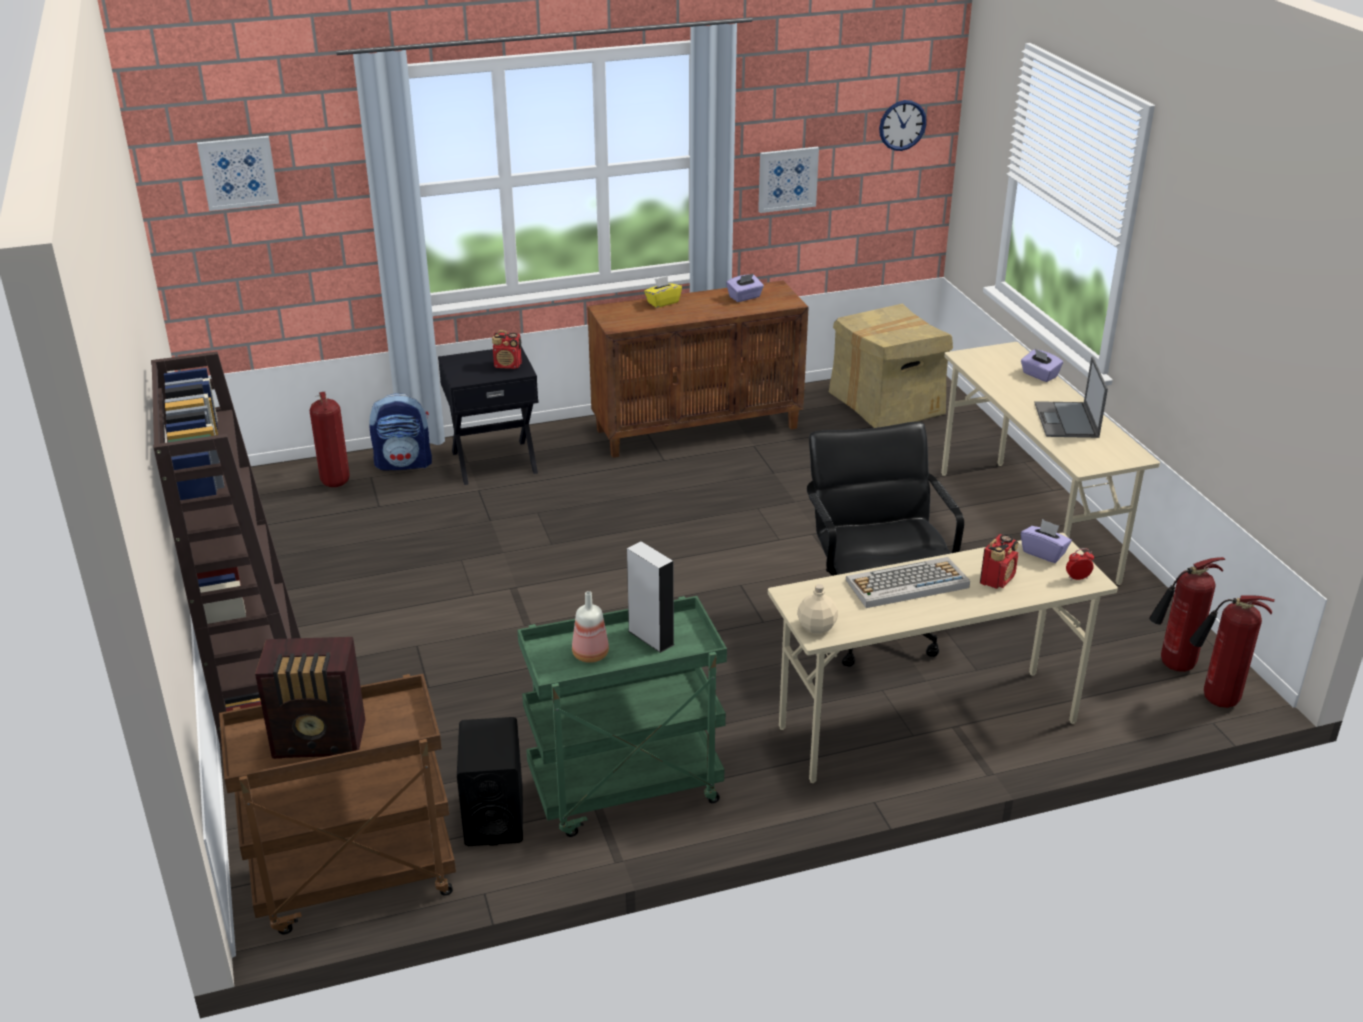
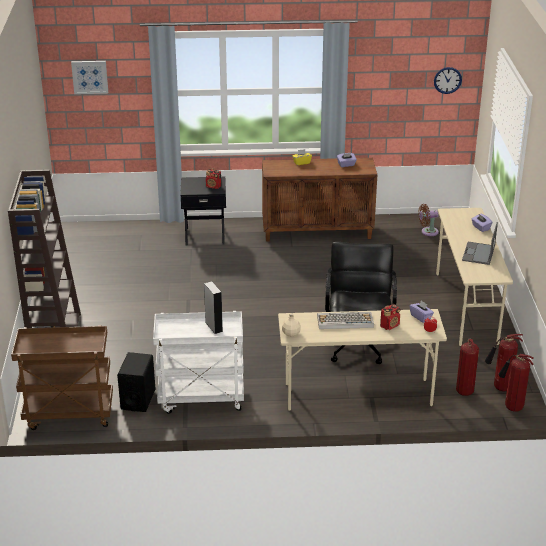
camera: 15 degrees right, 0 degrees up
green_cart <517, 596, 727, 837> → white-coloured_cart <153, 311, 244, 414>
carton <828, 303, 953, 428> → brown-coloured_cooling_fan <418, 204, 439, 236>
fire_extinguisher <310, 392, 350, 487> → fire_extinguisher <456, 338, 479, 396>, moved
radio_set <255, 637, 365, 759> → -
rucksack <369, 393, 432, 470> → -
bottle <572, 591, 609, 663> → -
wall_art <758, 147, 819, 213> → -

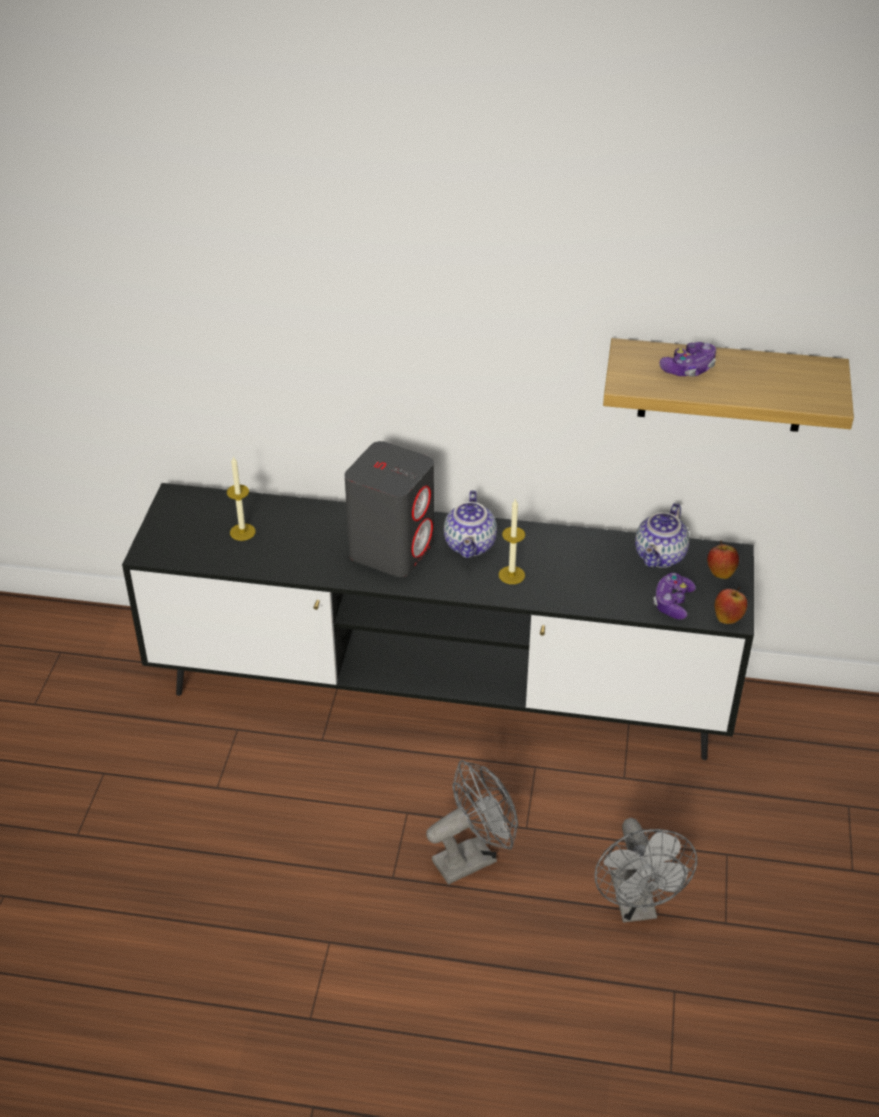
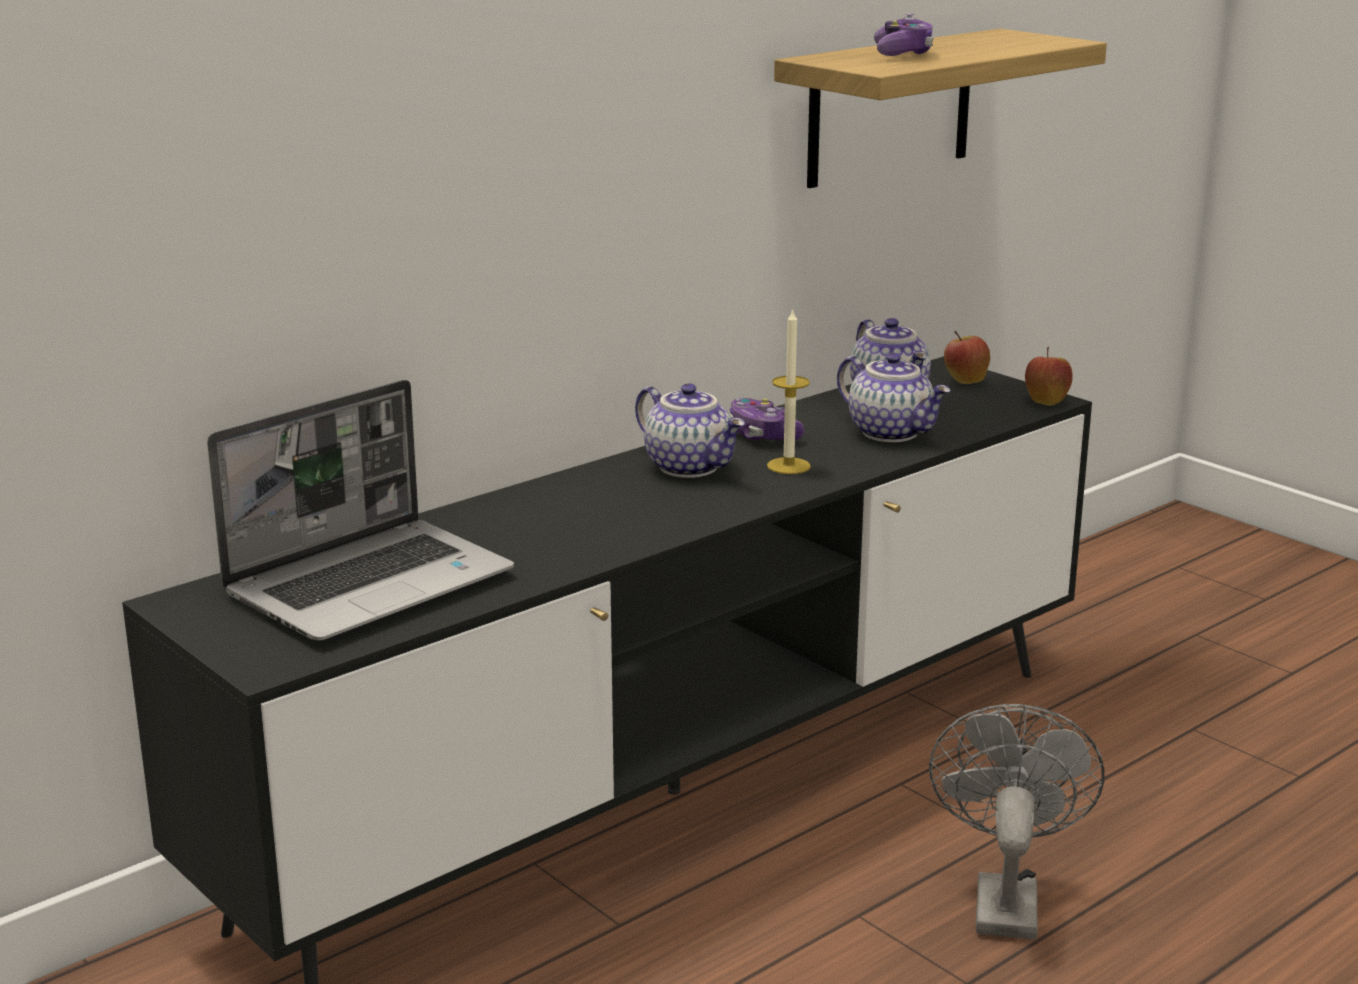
camera: 50 degrees left, 20 degrees down
wax_candle <227, 456, 256, 541> → portable_computer <207, 380, 514, 640>
joypad <653, 573, 696, 620> → joypad <729, 398, 804, 440>, moved
- → pot_for_tea <837, 353, 950, 442>
gray_loudspeaker <345, 441, 434, 577> → -
gray_cooling_fan <595, 818, 697, 923> → -

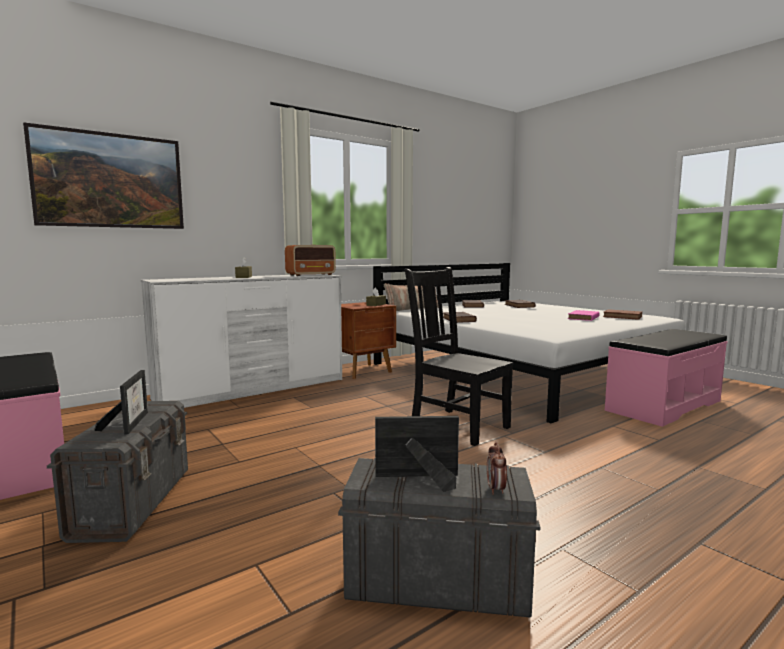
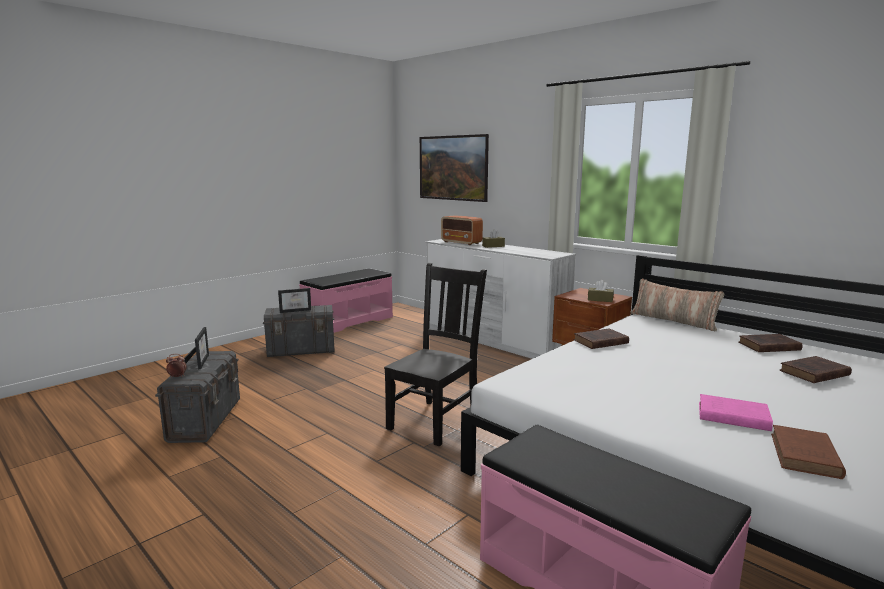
camera: 80 degrees right, 5 degrees up
radio_set <285, 245, 336, 276> → radio_set <441, 216, 483, 245>, moved

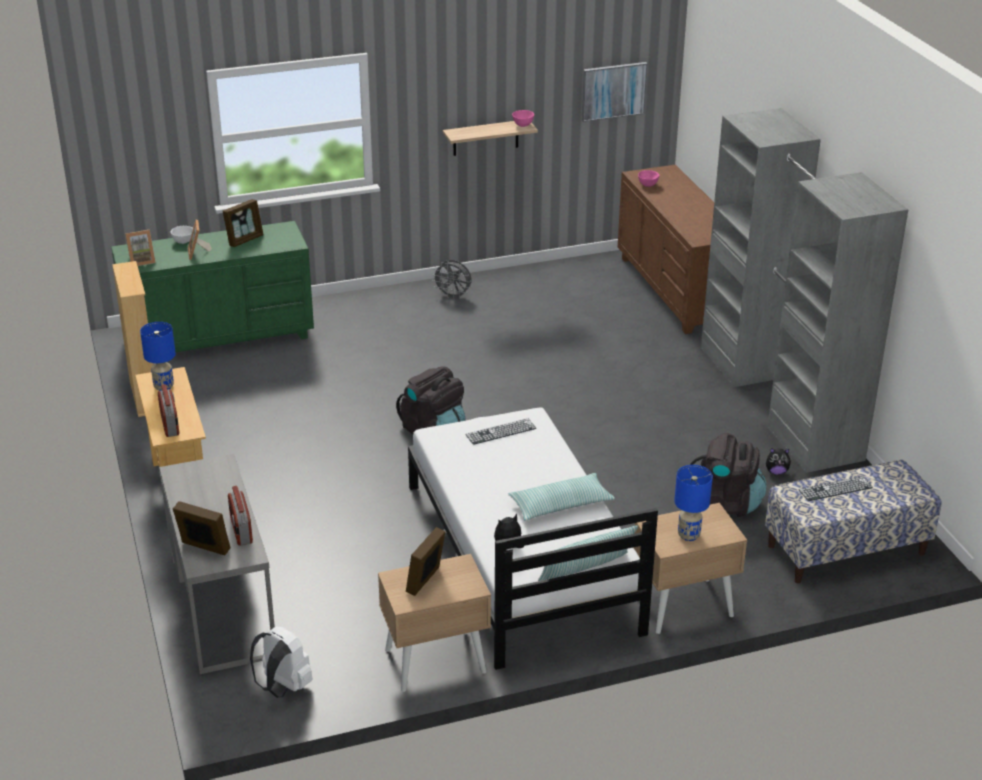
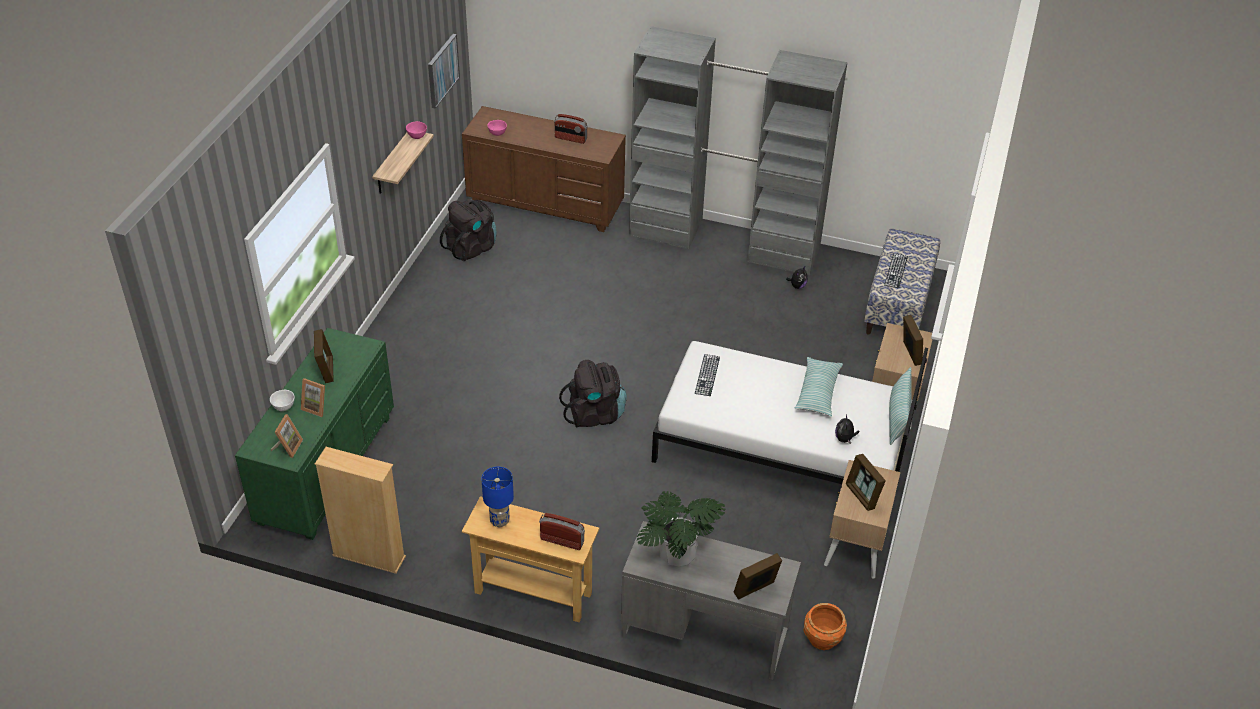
camera: 55 degrees left, 10 degrees up
blackish_rucksack <690, 433, 766, 517> → blackish_rucksack <440, 199, 497, 261>, moved
radio_set <228, 486, 253, 546> → radio_set <554, 114, 588, 144>, moved
- → potted_plant <637, 491, 726, 567>
white-coloured_rucksack <250, 626, 313, 698> → orangey_planter <803, 603, 847, 650>
blue_table_lamp <674, 465, 713, 541> → photo_frame <903, 315, 923, 366>
gray_cooling_fan <432, 260, 471, 299> → -

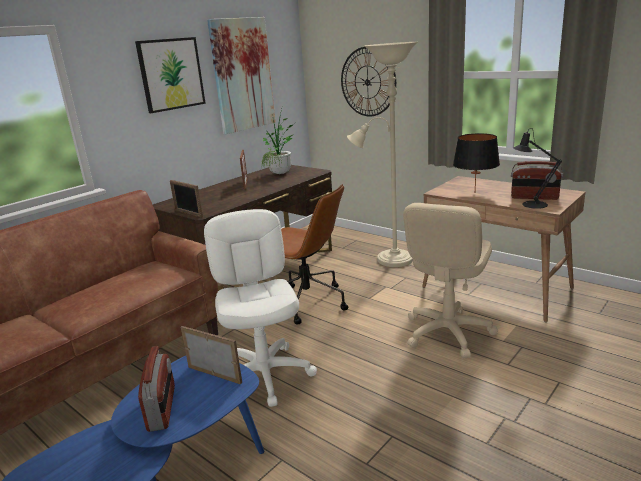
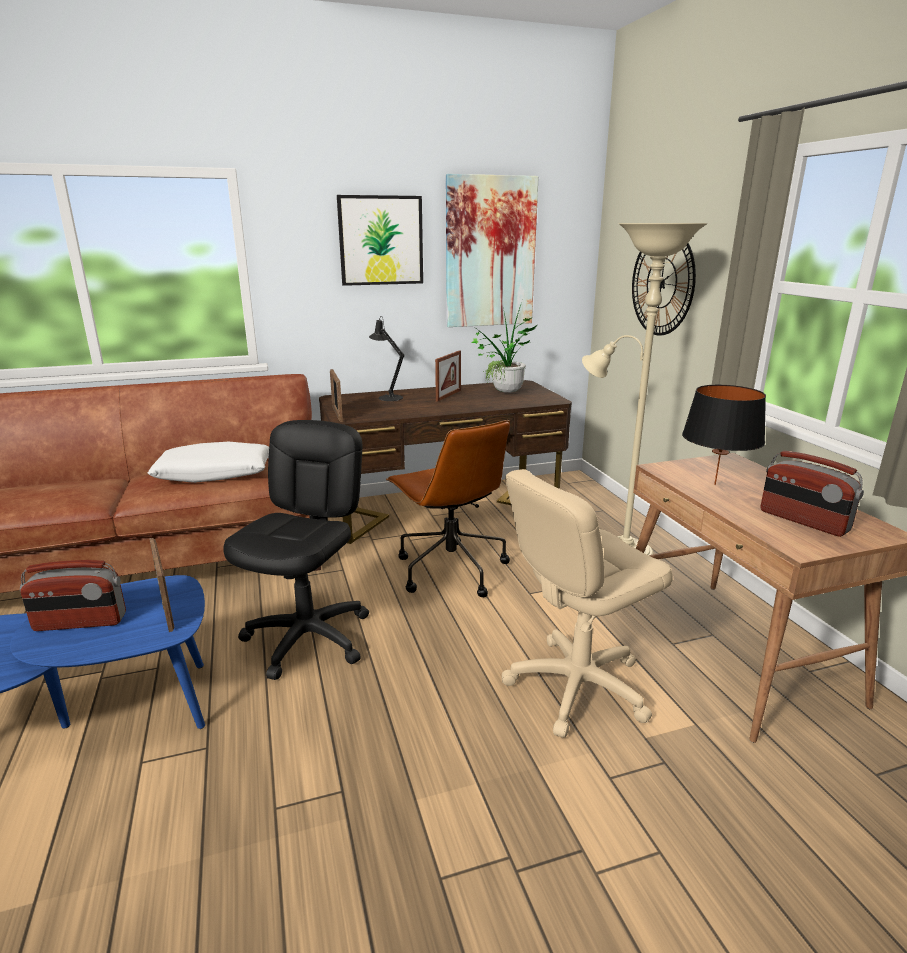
camera: 30 degrees right, 0 degrees up
radio_set <138, 346, 175, 432> → radio_set <20, 560, 126, 631>, 60 degrees clockwise
- → white-coloured_throw_pillow <148, 442, 269, 483>
white-coloured_computer_chair <204, 209, 317, 407> → blackish_computer_chair <223, 420, 369, 680>
blackish_table_lamp <513, 128, 562, 209> → blackish_table_lamp <369, 316, 405, 401>, moved

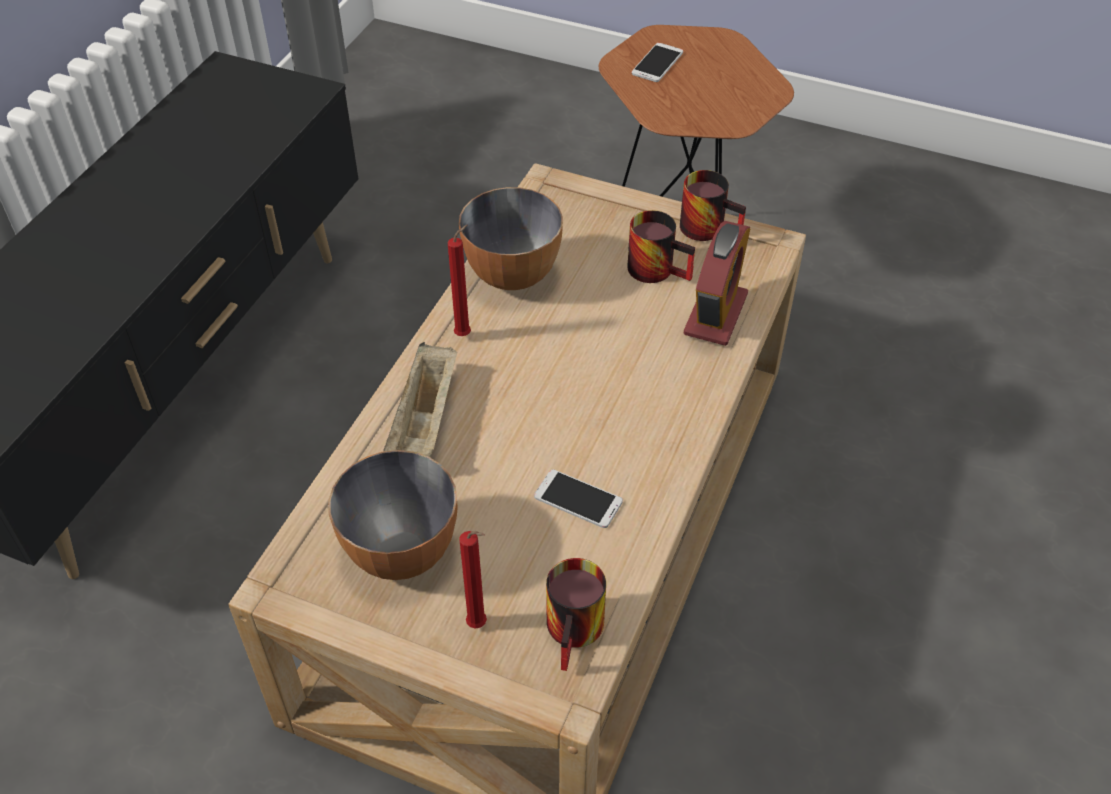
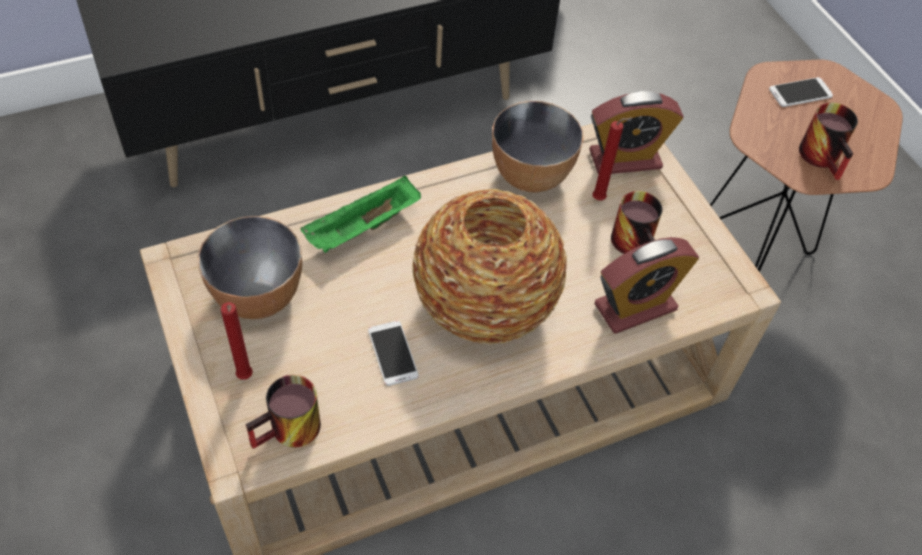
camera: 40 degrees right, 5 degrees up
beige_tray <383, 342, 457, 458> → green_tray <300, 176, 421, 253>
- → vase <412, 189, 567, 344>
- → bedside_clock <589, 91, 684, 174>
red-coloured_wax_candle <448, 225, 471, 336> → red-coloured_wax_candle <592, 117, 633, 200>, moved
tea_mug <680, 170, 746, 241> → tea_mug <799, 102, 858, 180>, moved

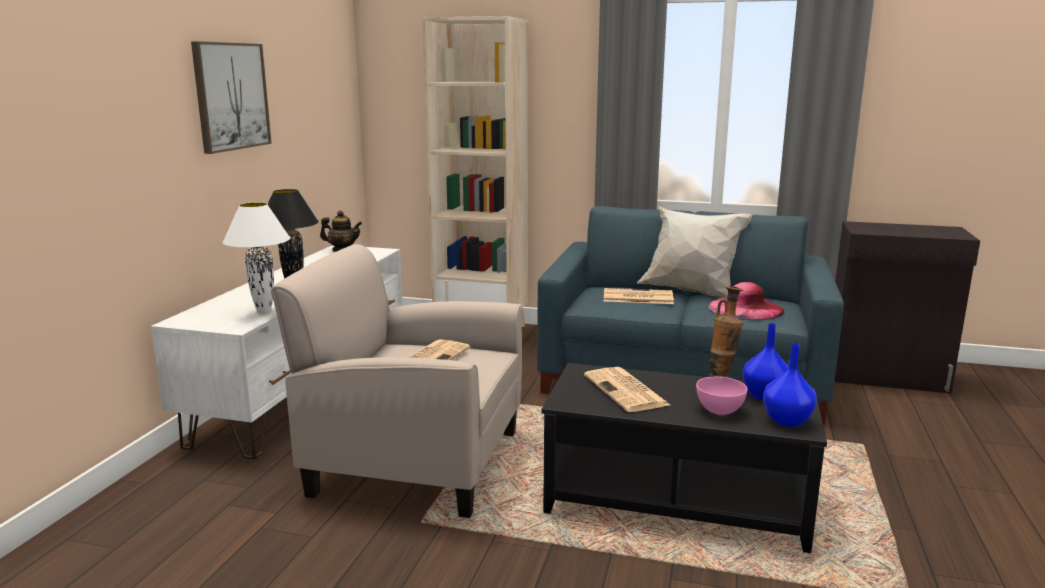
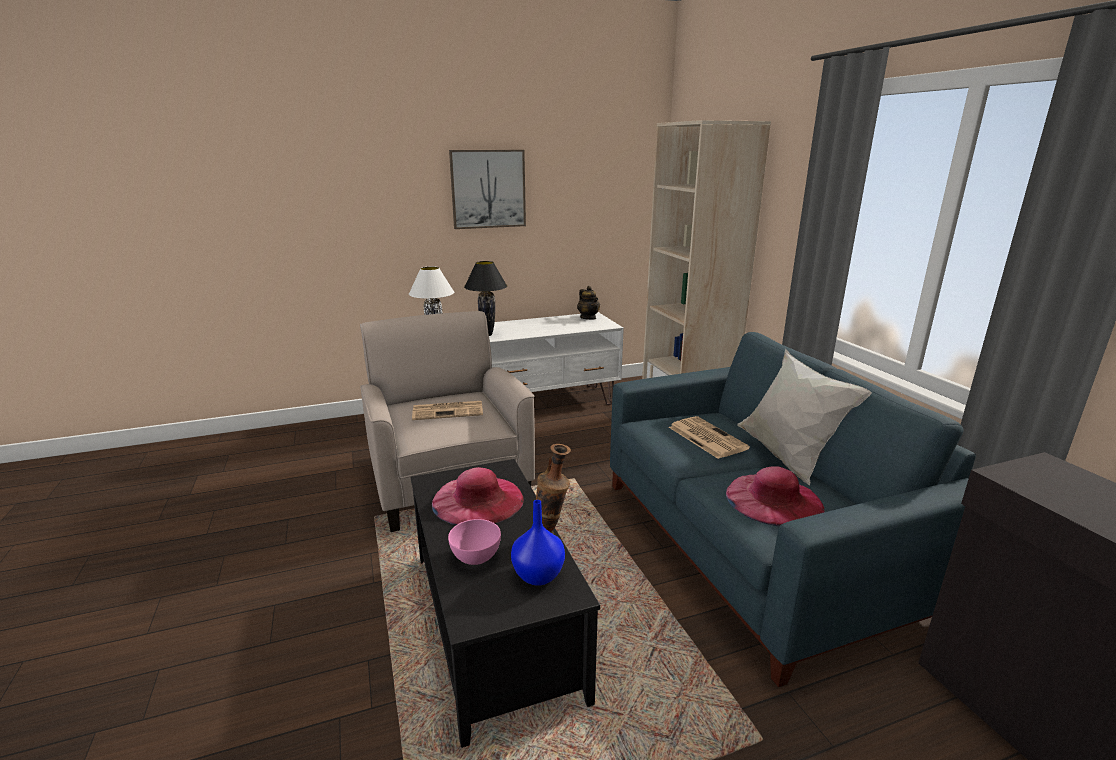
camera: 55 degrees right, 5 degrees up
daily_paper <584, 367, 670, 412> → pinkish_wearable_hat <432, 467, 524, 525>
blue_vase <763, 343, 817, 427> → -

